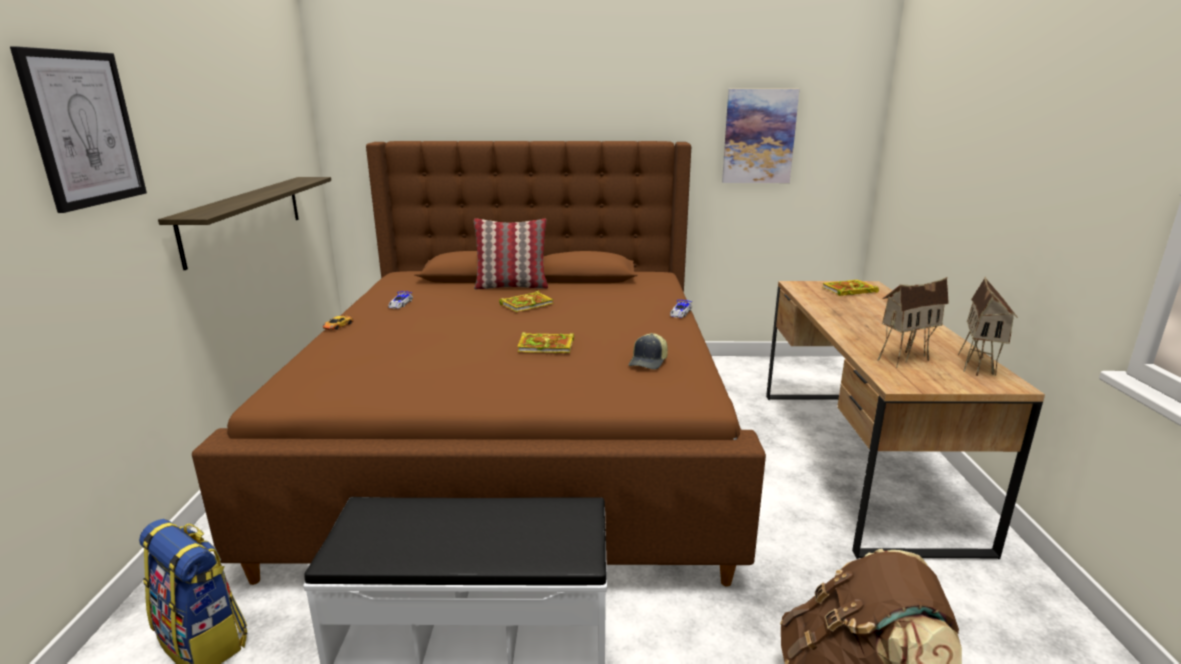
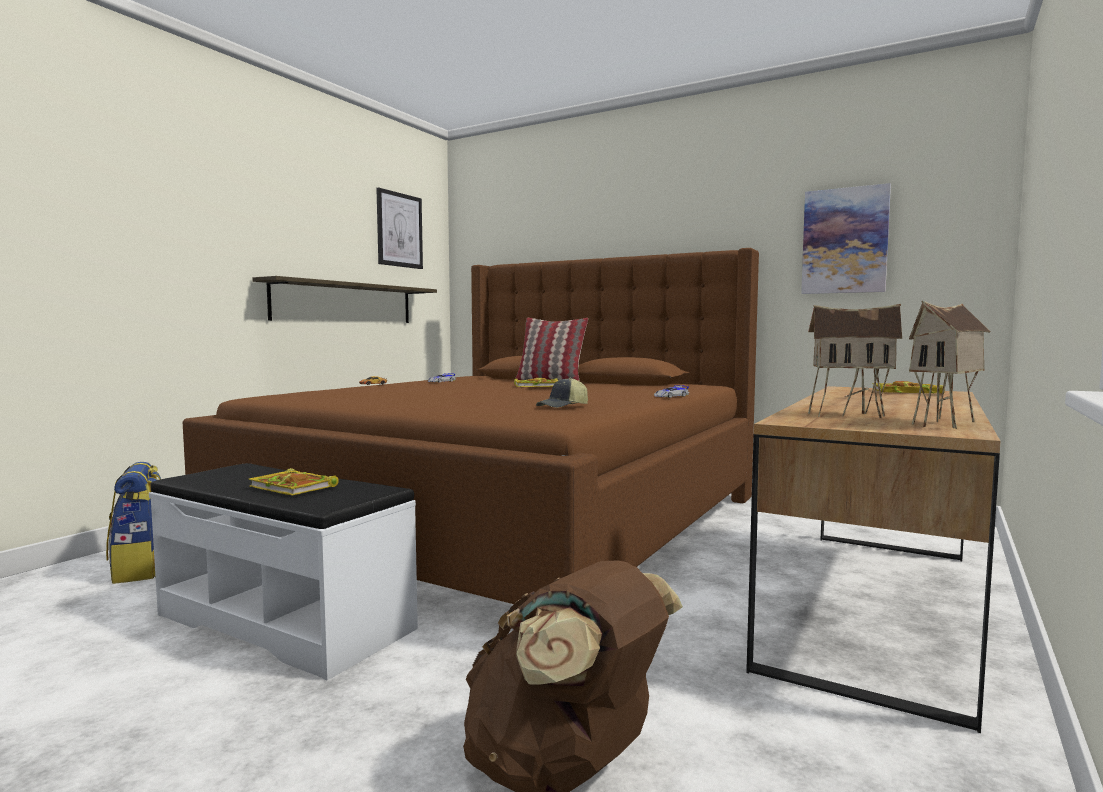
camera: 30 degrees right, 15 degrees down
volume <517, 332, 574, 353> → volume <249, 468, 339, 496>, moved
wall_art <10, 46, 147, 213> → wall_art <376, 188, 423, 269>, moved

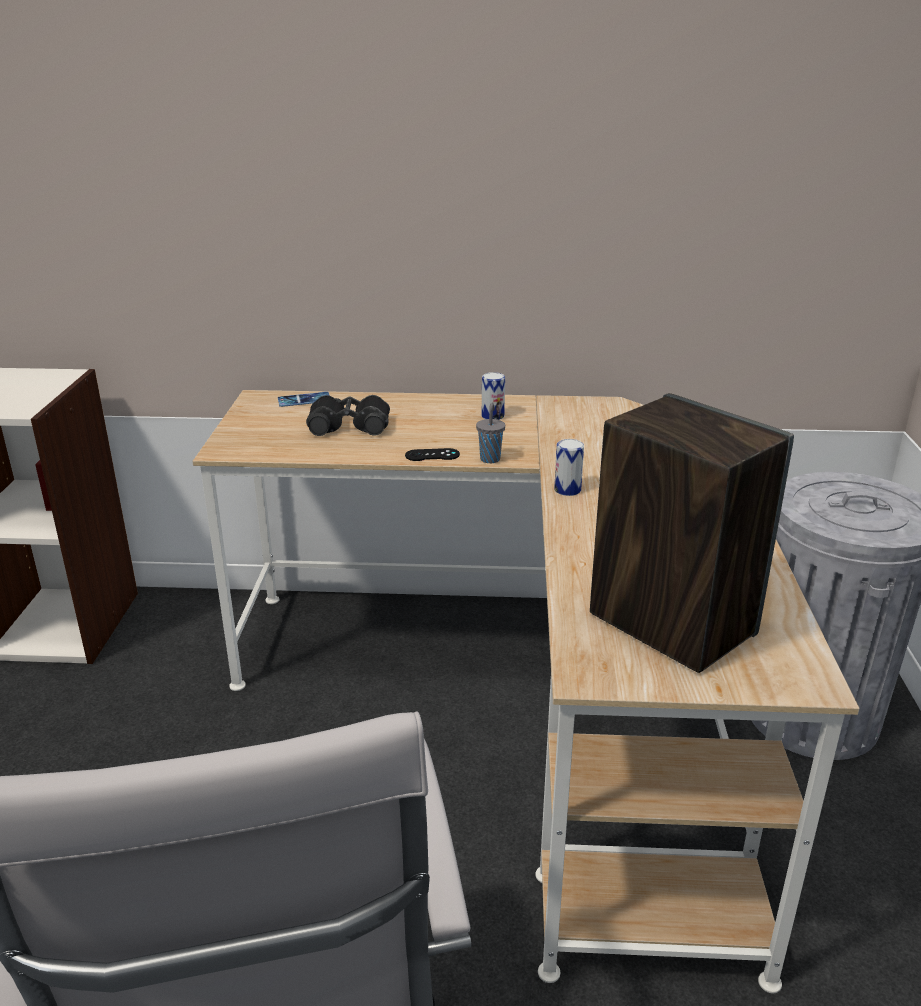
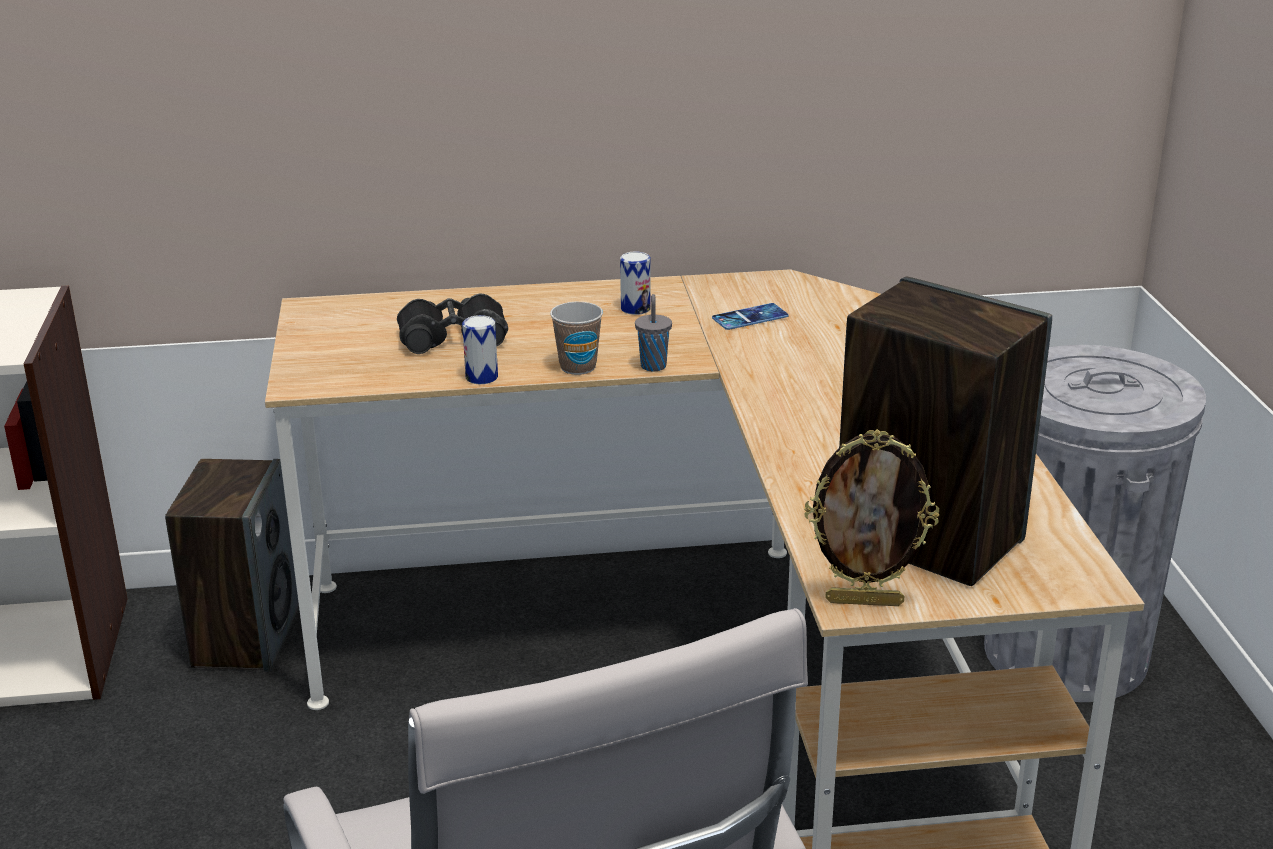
camera: 10 degrees left, 0 degrees up
- → loudspeaker <165, 459, 299, 672>
can <554, 439, 584, 496> → can <462, 315, 498, 384>, moved
blackish_joypad <405, 448, 460, 461> → small_cup <550, 302, 603, 375>
telephone <278, 392, 330, 407> → telephone <712, 303, 789, 330>, moved
- → photo_frame <804, 429, 939, 606>

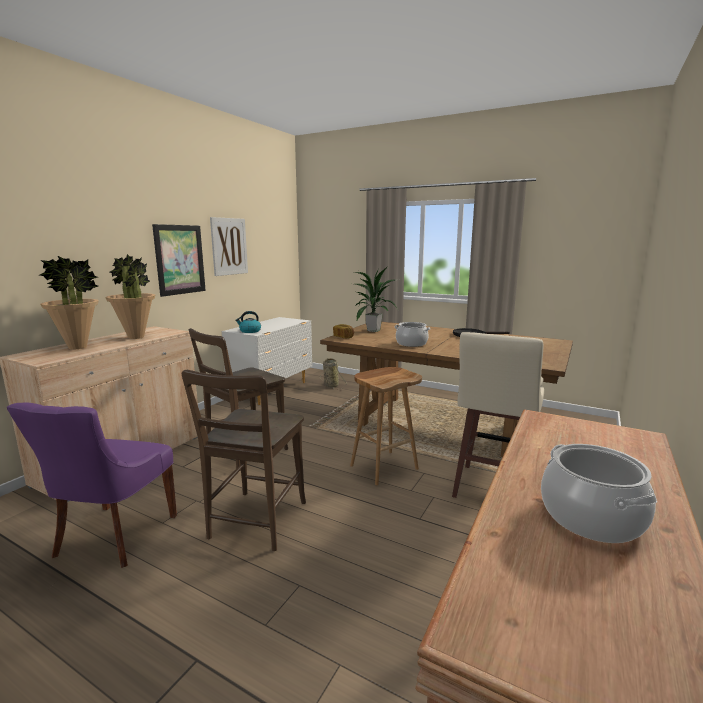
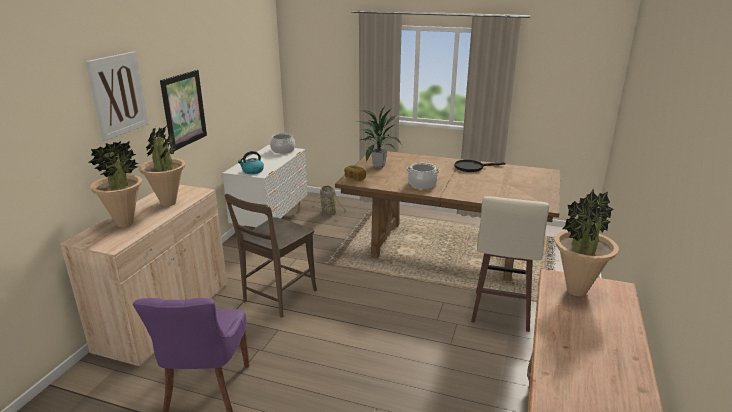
camera: 10 degrees left, 10 degrees up
wall_art <210, 217, 248, 276> → wall_art <86, 51, 149, 141>, moved
stockpot <541, 444, 657, 543> → stockpot <270, 133, 295, 154>, moved
- → potted_plant <555, 190, 619, 296>
brown-coloured_plain_chair <182, 370, 306, 551> → -
brown-coloured_stool <350, 367, 422, 485> → -

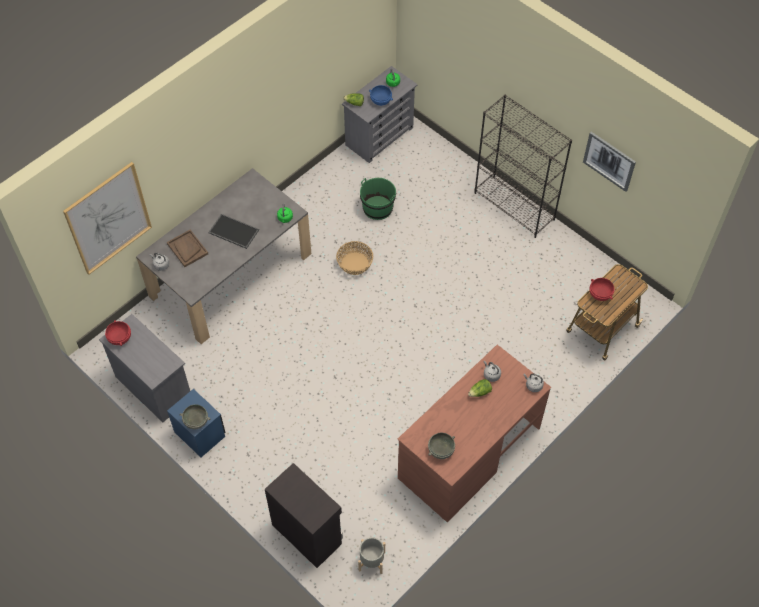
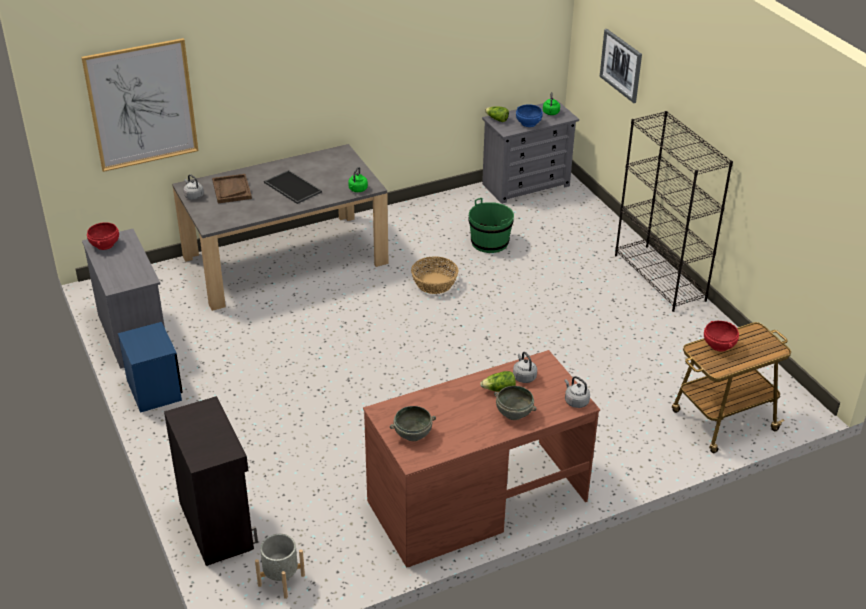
camera: 20 degrees right, 20 degrees down
gray_bowl <180, 404, 210, 429> → gray_bowl <494, 386, 537, 420>, moved
wall_art <583, 132, 636, 192> → wall_art <600, 29, 642, 103>, moved

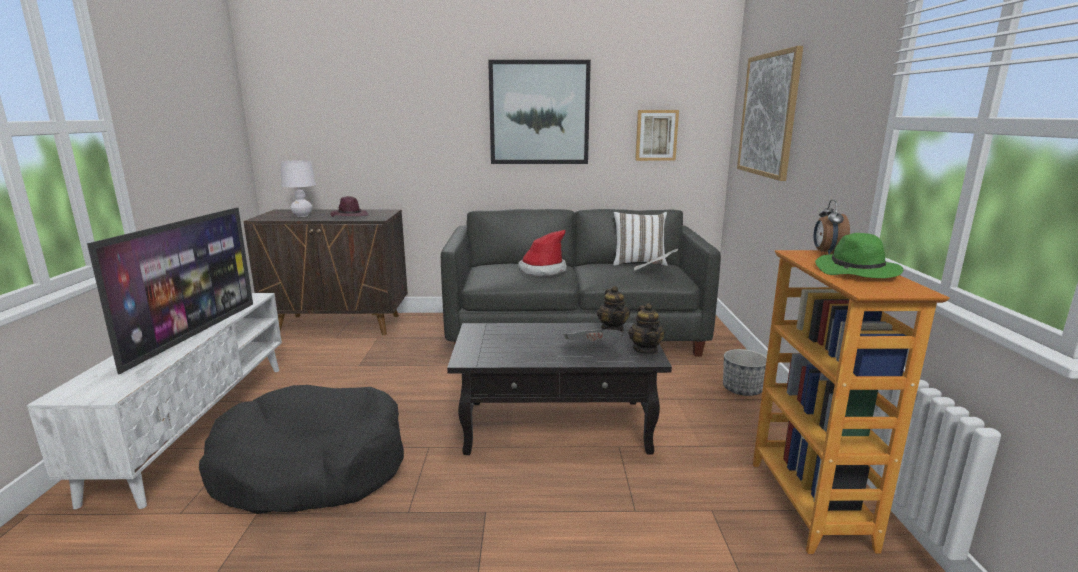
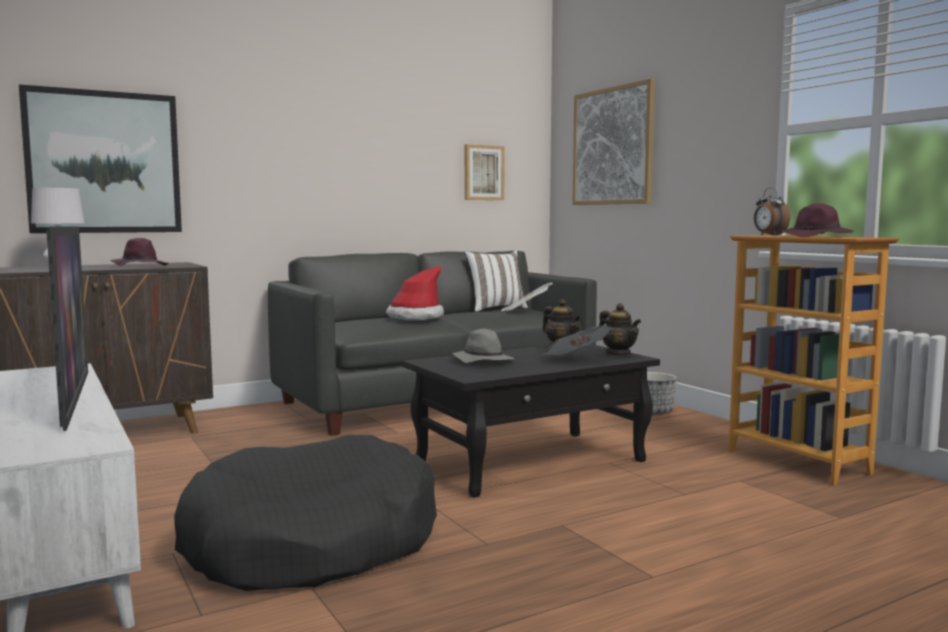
camera: 30 degrees left, 10 degrees down
wall_art <488, 60, 591, 164> → wall_art <19, 84, 182, 233>, moved
- → gray_wearable_hat <452, 329, 514, 363>
green_wearable_hat <815, 233, 903, 278> → purple_wearable_hat <781, 203, 854, 237>

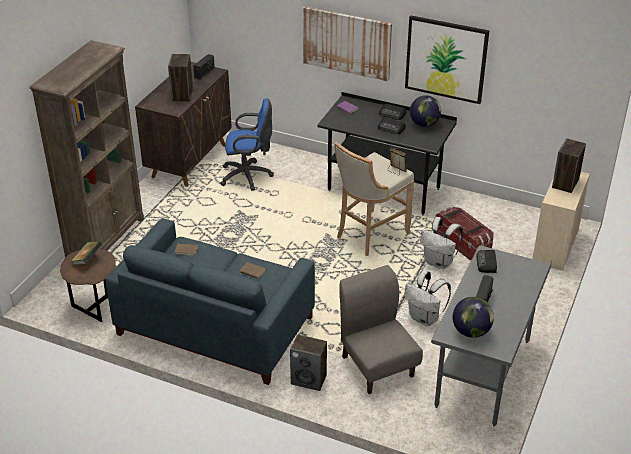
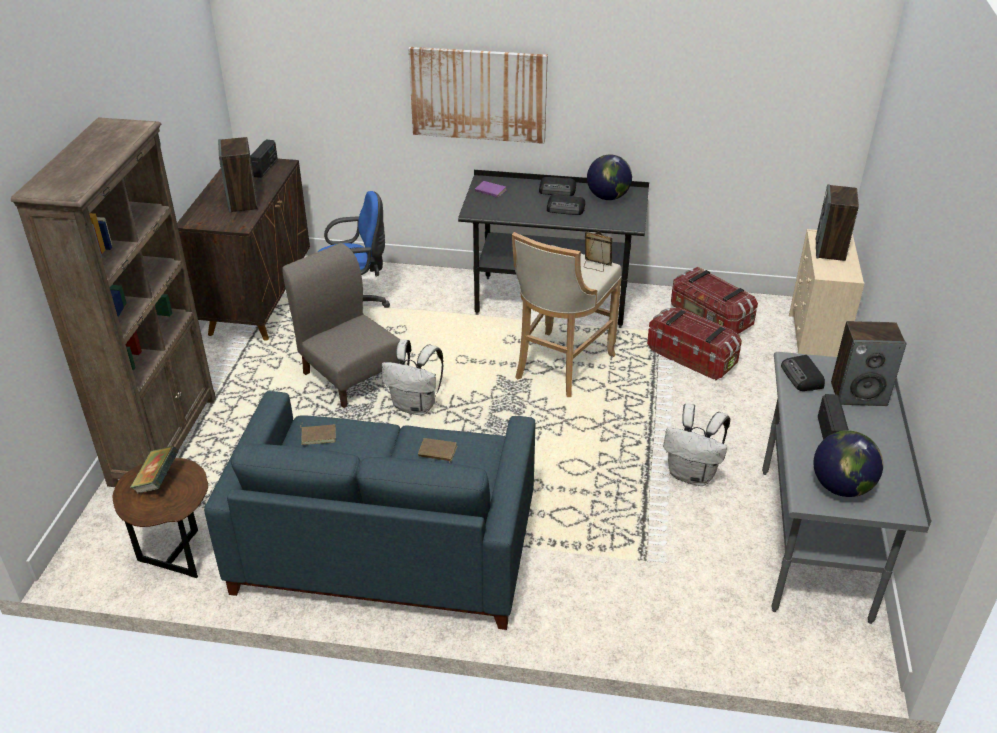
camera: 15 degrees left, 0 degrees up
gray_plain_chair <339, 265, 423, 394> → gray_plain_chair <282, 243, 400, 408>, moved
white-coloured_rucksack <420, 217, 463, 269> → white-coloured_rucksack <382, 339, 444, 415>, moved
- → storage_box <671, 267, 758, 334>
loudspeaker <290, 335, 327, 391> → loudspeaker <831, 321, 906, 406>, moved
wall_art <405, 16, 489, 104> → -

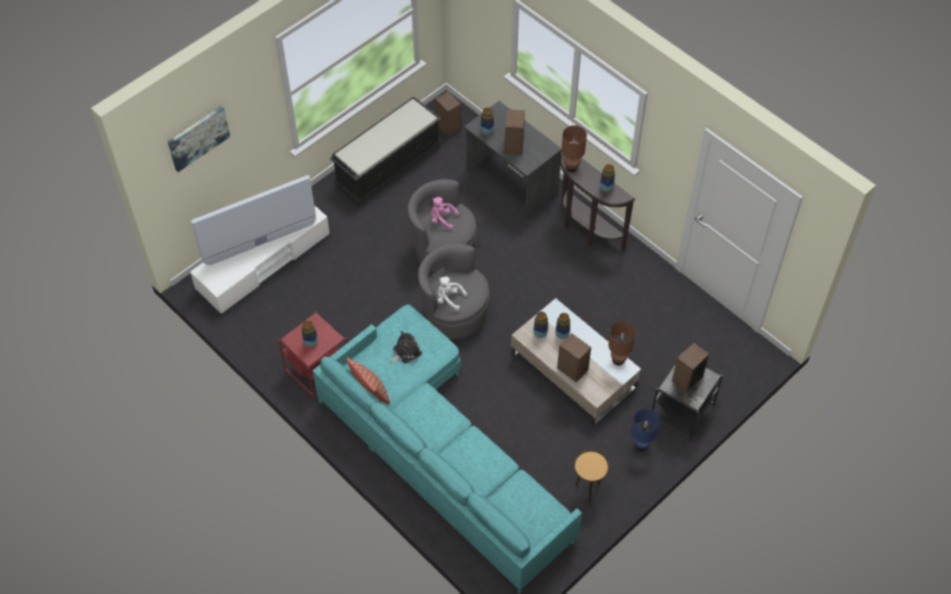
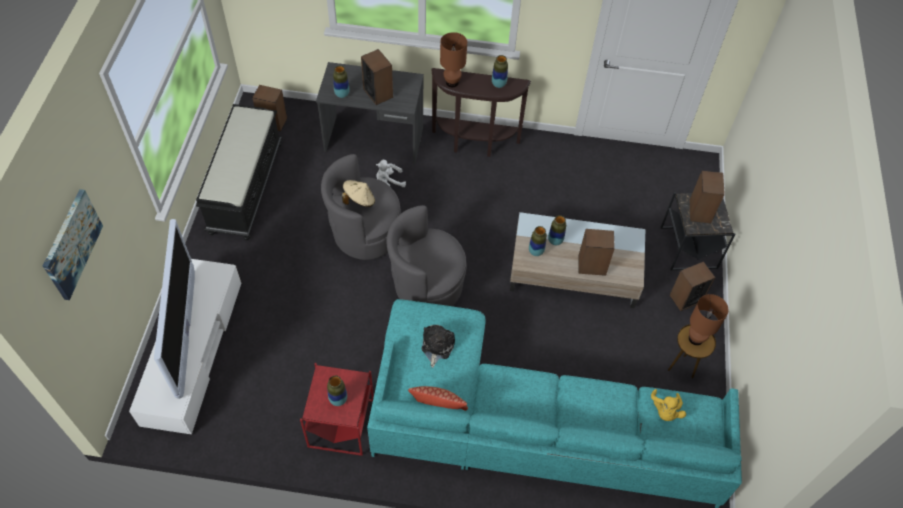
camera: 40 degrees left, 0 degrees up
TV <191, 175, 316, 265> → TV <154, 219, 195, 399>, 150 degrees clockwise
pinkish_soft_toy <431, 197, 459, 230> → beige_wearable_hat <342, 180, 375, 207>
white-coloured_soft_toy <437, 277, 467, 311> → white-coloured_soft_toy <376, 160, 406, 187>, moved
- → yellow_soft_toy <651, 389, 686, 421>
blue_table_lamp <632, 409, 660, 451> → loudspeaker <670, 261, 715, 311>
brown-coloured_table_lamp <609, 321, 636, 365> → brown-coloured_table_lamp <689, 294, 728, 345>, moved

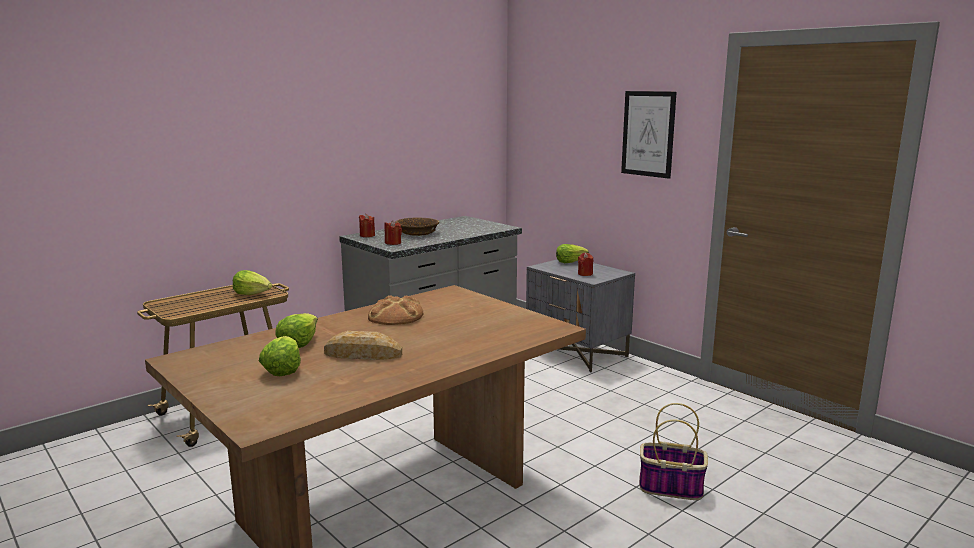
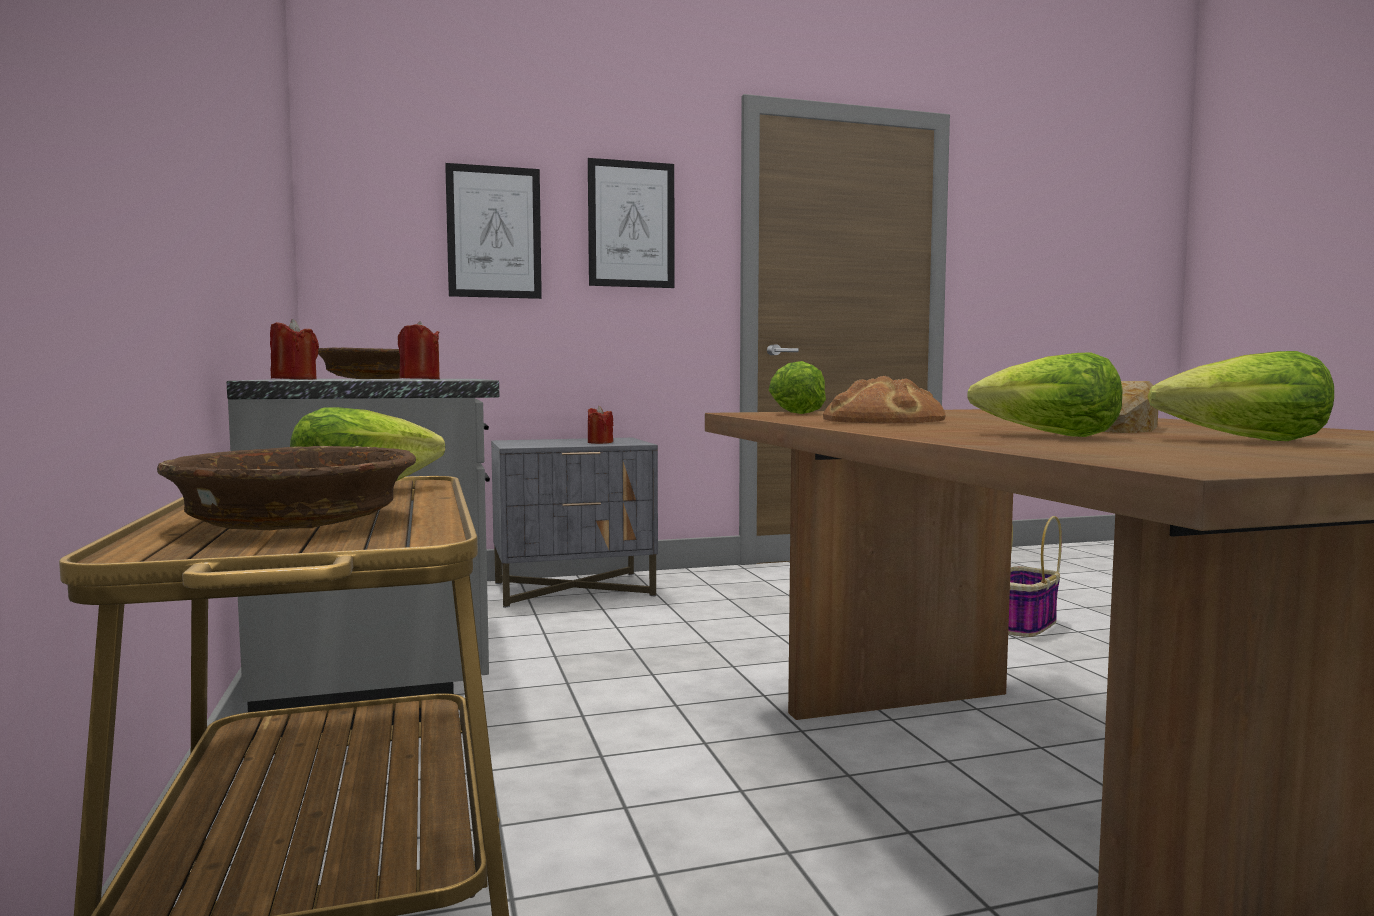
camera: 65 degrees left, 10 degrees down
- → brown-coloured_bowl <157, 446, 416, 530>
- → wall_art <445, 163, 542, 299>
head_of_lettuce <556, 244, 589, 263> → head_of_lettuce <769, 361, 826, 414>, moved

